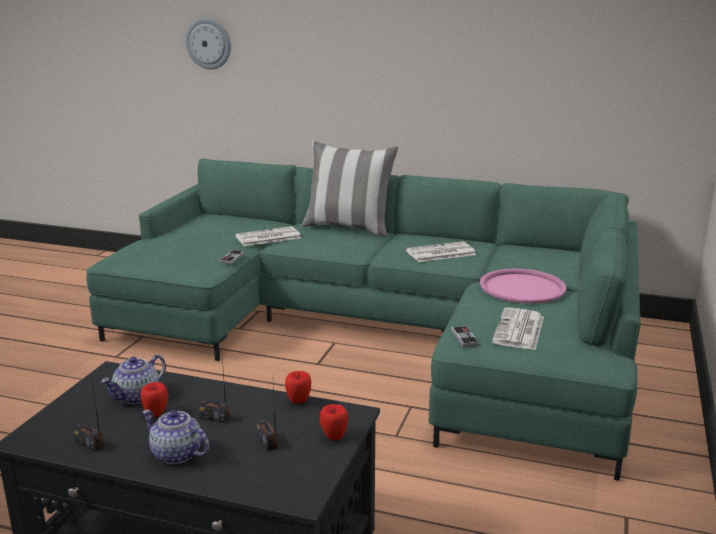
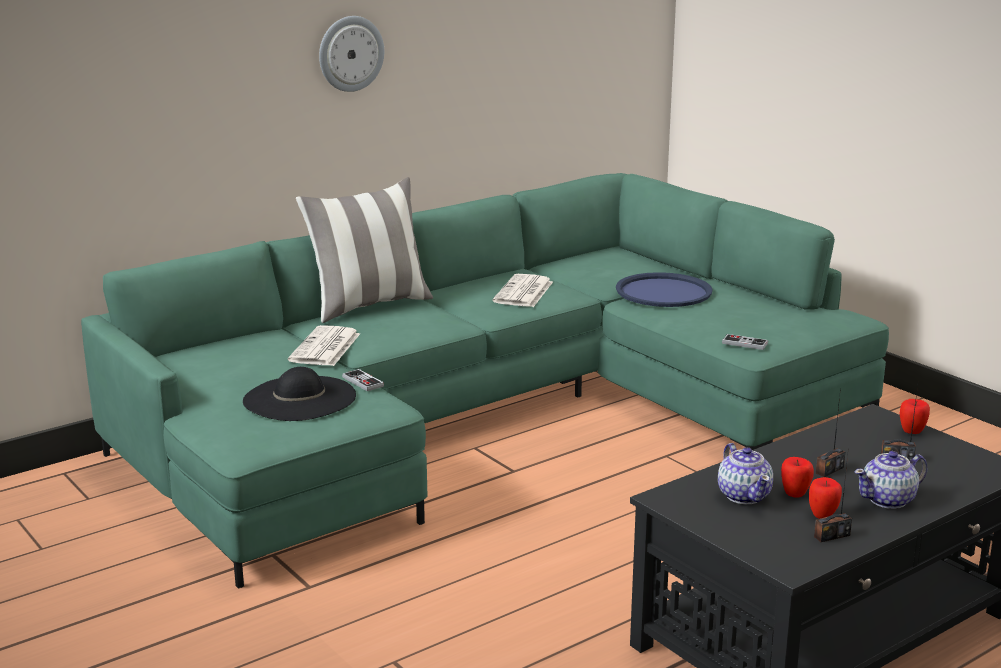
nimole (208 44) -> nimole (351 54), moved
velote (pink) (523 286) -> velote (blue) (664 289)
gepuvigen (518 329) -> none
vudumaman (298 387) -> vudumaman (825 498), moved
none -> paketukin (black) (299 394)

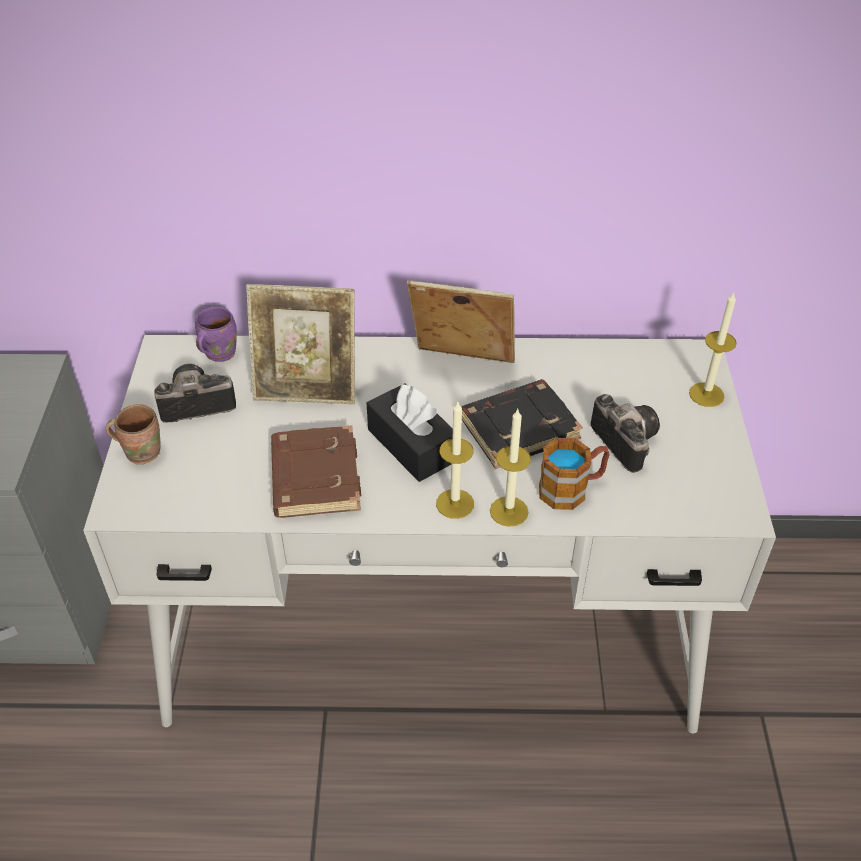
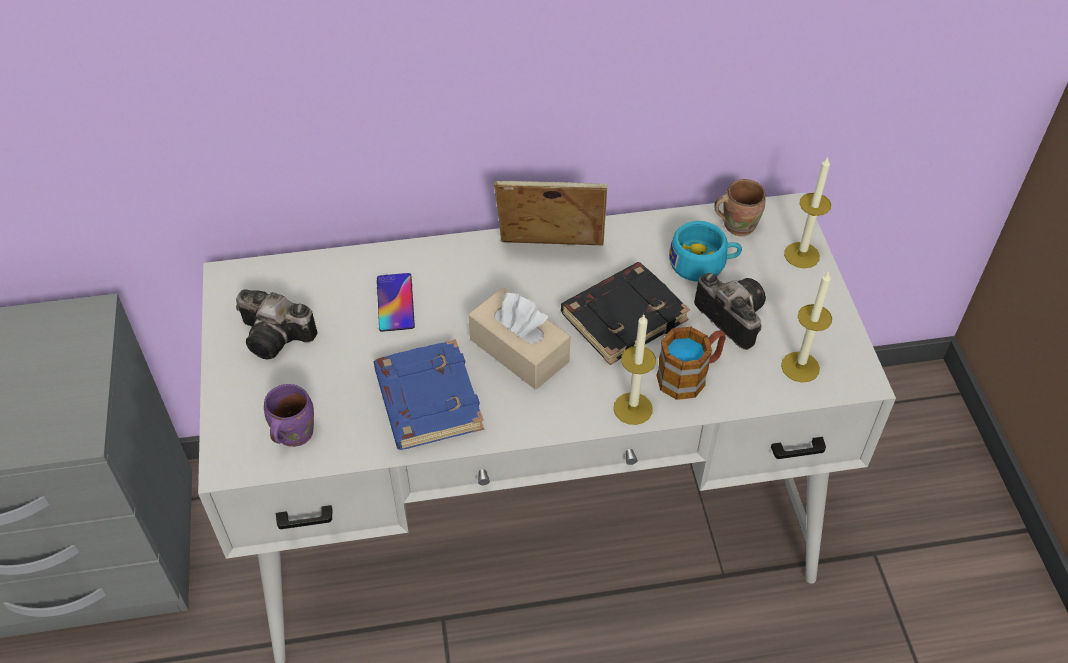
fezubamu (300 344) -> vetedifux (396 302)
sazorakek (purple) (216 334) -> sazorakek (purple) (289 415), moved
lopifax (195 393) -> lopifax (276 324), 135 degrees counterclockwise
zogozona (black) (409 432) -> zogozona (beige) (519 338)
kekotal (455 460) -> kekotal (806 326), moved
sazorakek (brown) (133 434) -> sazorakek (brown) (740 207), moved
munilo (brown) (316 471) -> munilo (blue) (429 394)
none -> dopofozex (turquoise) (705 251)

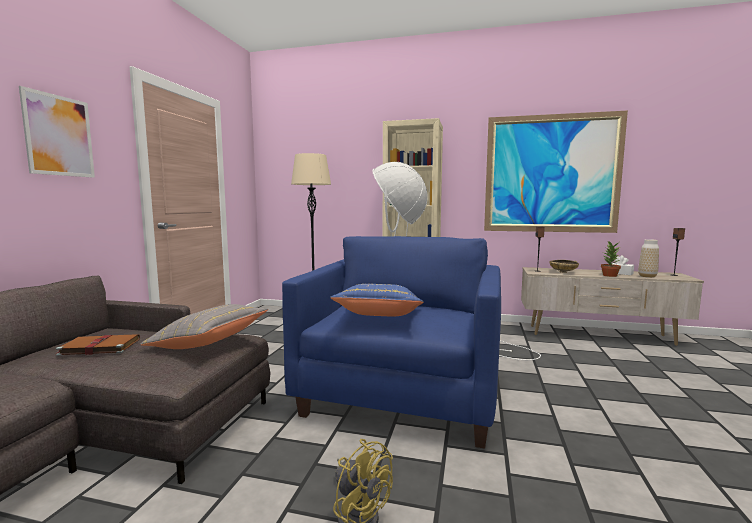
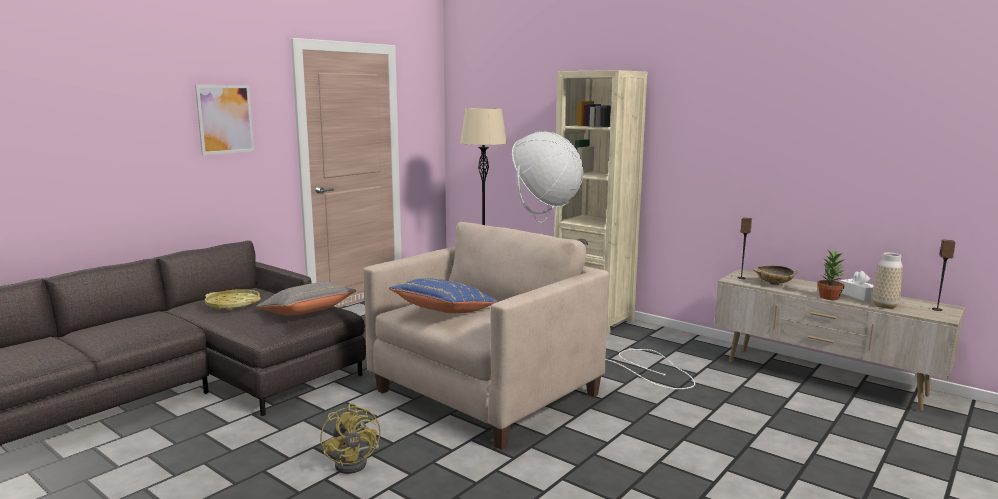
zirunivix (556 171) -> none
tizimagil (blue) (391 342) -> tizimagil (beige) (486 336)
munilo (brown) (98 345) -> velote (yellow) (233 299)

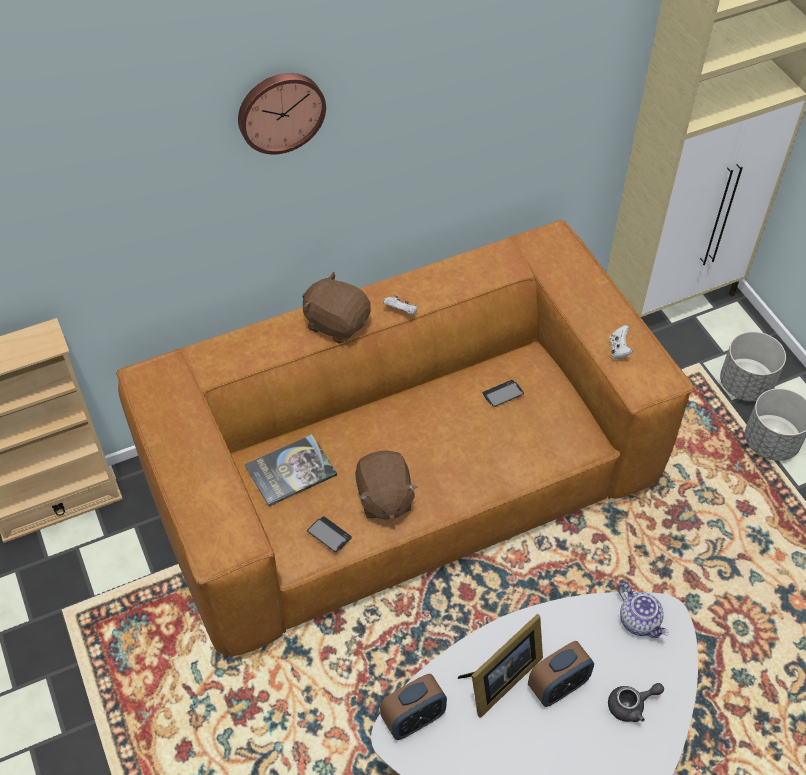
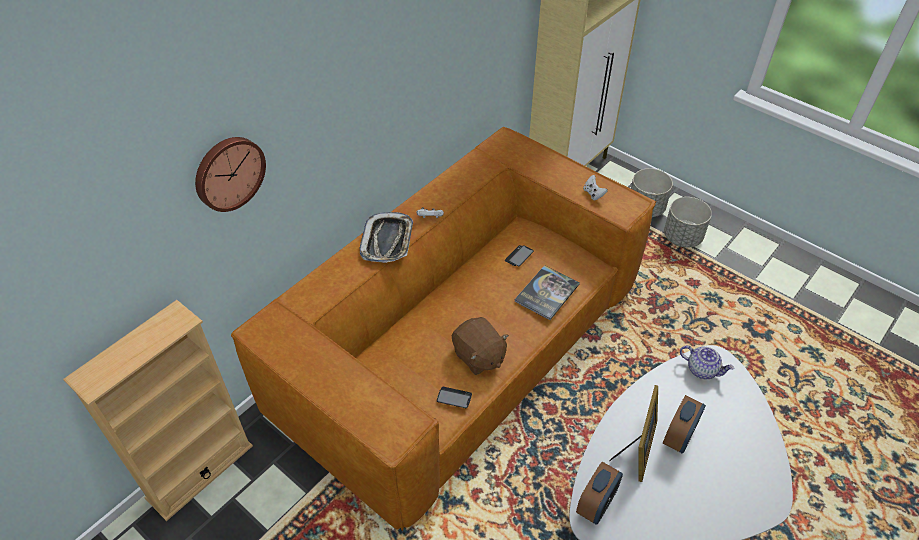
nimole (282 114) -> nimole (230 174), moved
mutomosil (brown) (337 307) -> velote (386 237)
munilo (291 470) -> munilo (547 292), moved
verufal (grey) (636 702) -> none

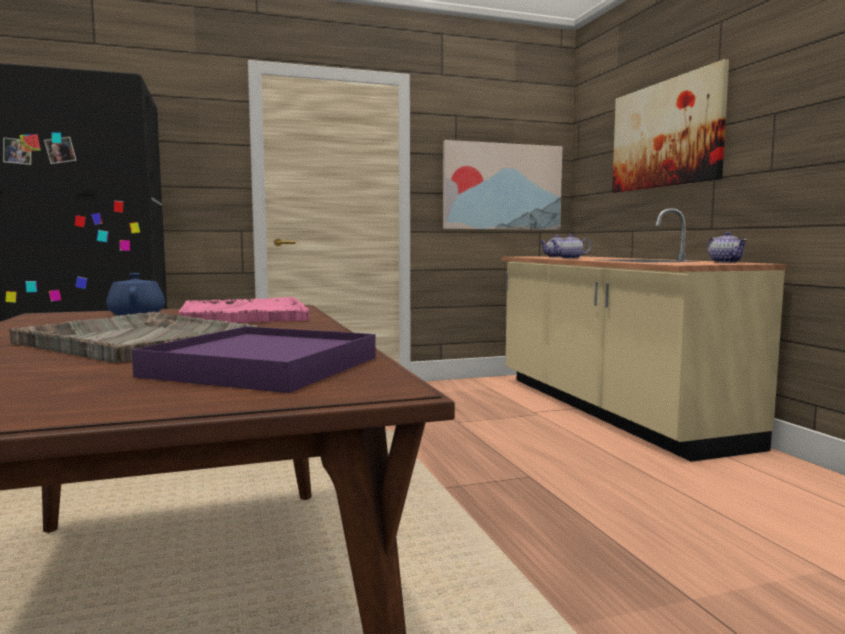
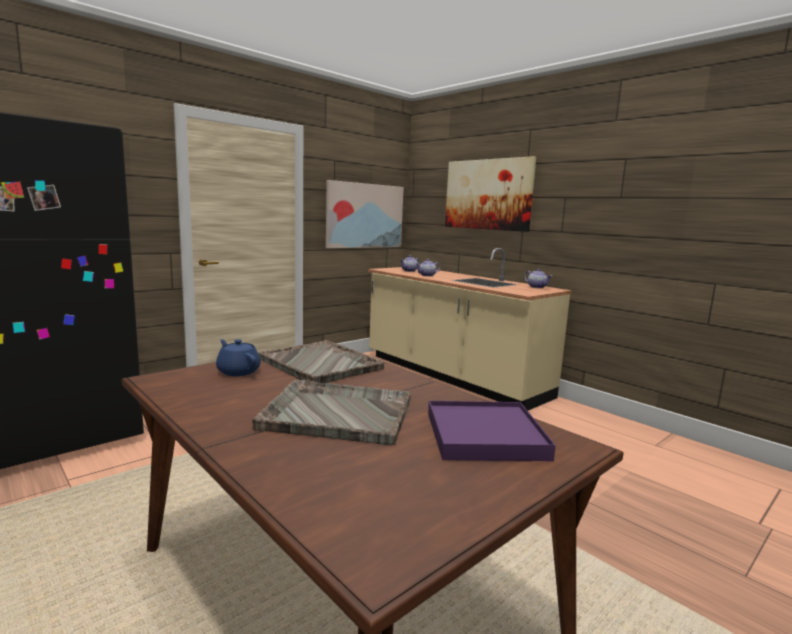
velote (pink) (244 310) -> velote (grey) (321 361)

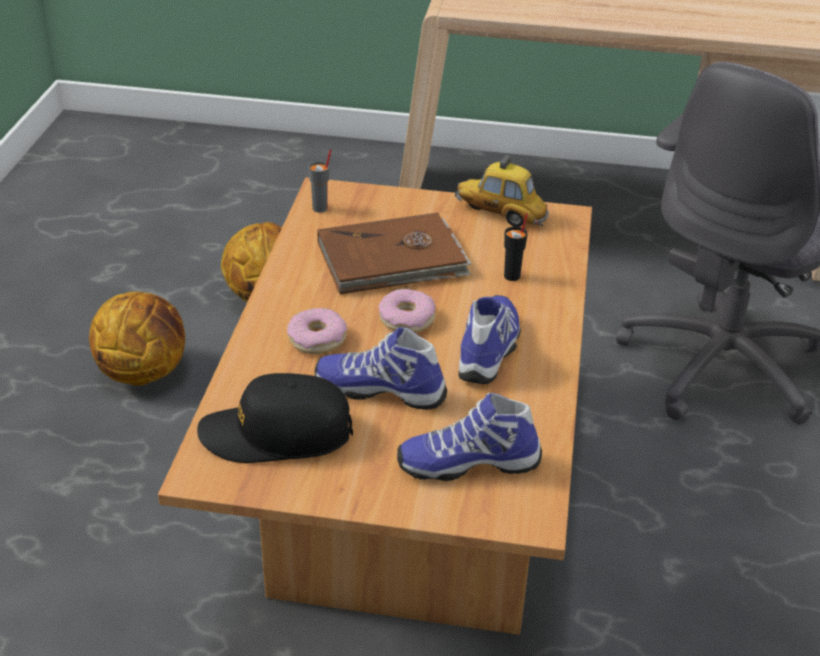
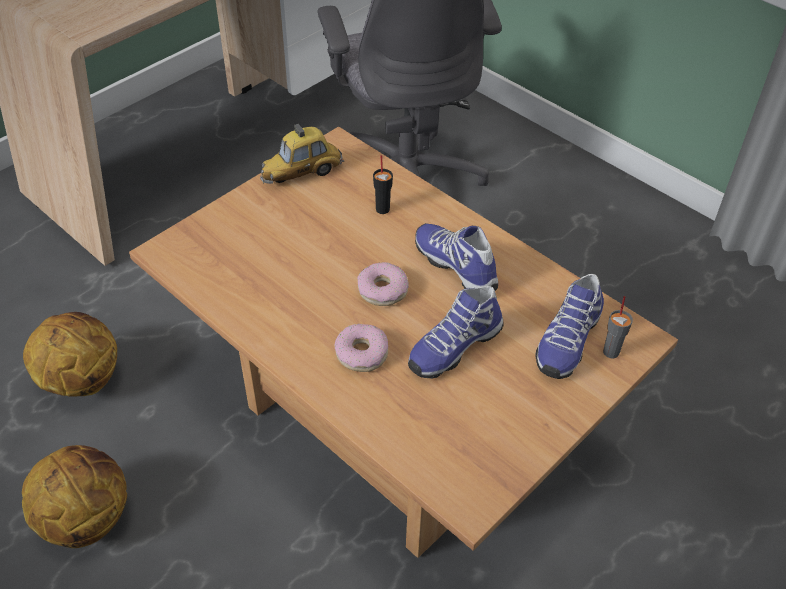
dopofozex (grey) (320 181) -> dopofozex (grey) (618 327), moved
munilo (brown) (394 253) -> none
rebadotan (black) (275 418) -> none

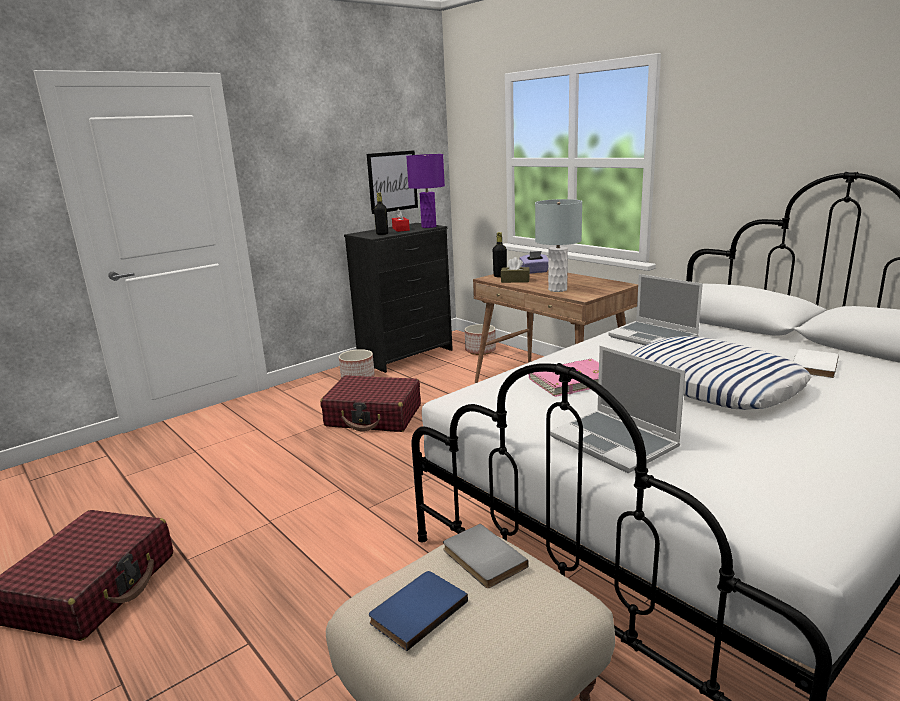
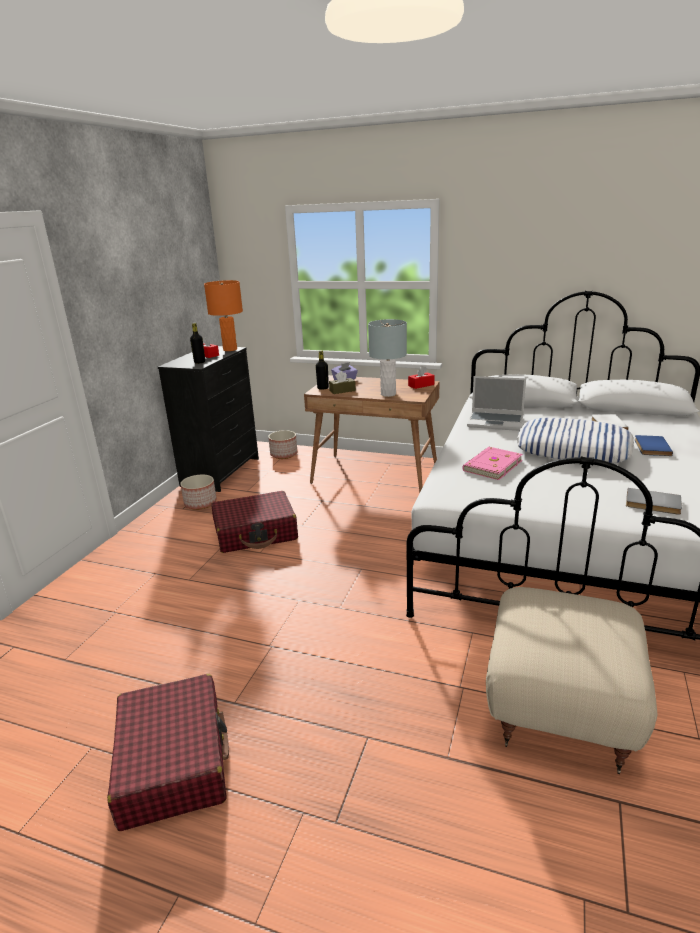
zirunivix (392 182) -> none
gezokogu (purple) (425 191) -> gezokogu (orange) (223 315)
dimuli (617 409) -> none
munilo (grey) (486 556) -> munilo (grey) (654 501), moved
munilo (blue) (418 611) -> munilo (blue) (654 445), moved
none -> zogozona (red) (421 377)

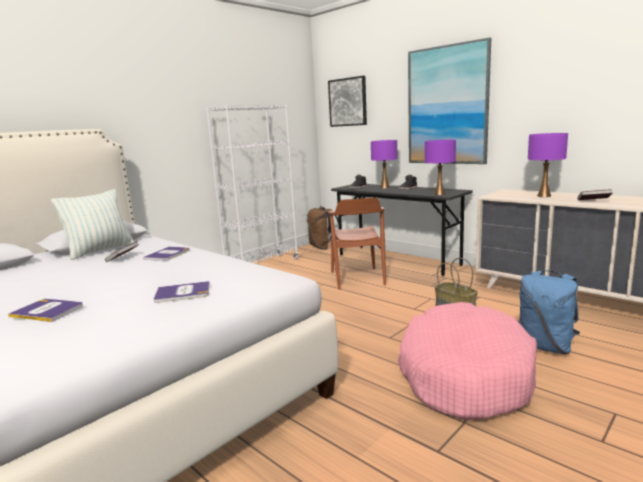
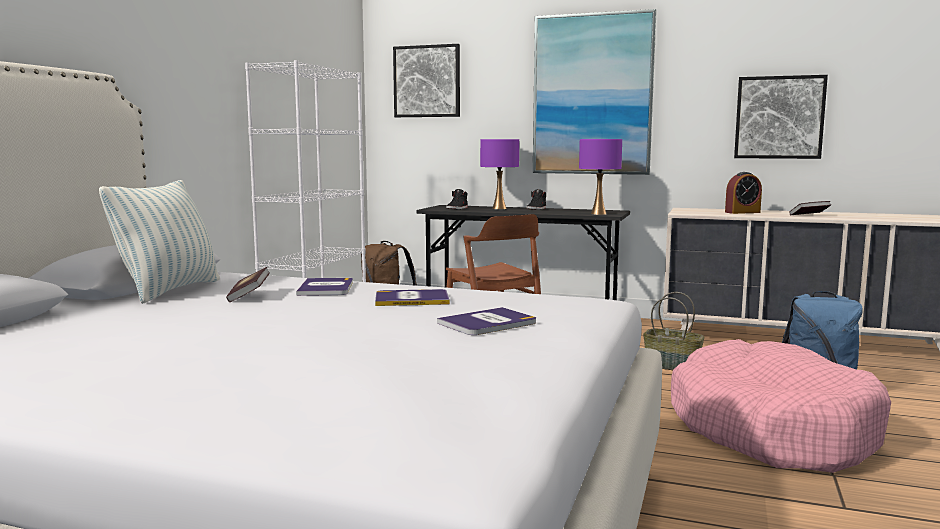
gezokogu (purple) (548 165) -> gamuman (743 193)
munilo (45 310) -> munilo (412 297), moved
none -> zirunivix (781 117)

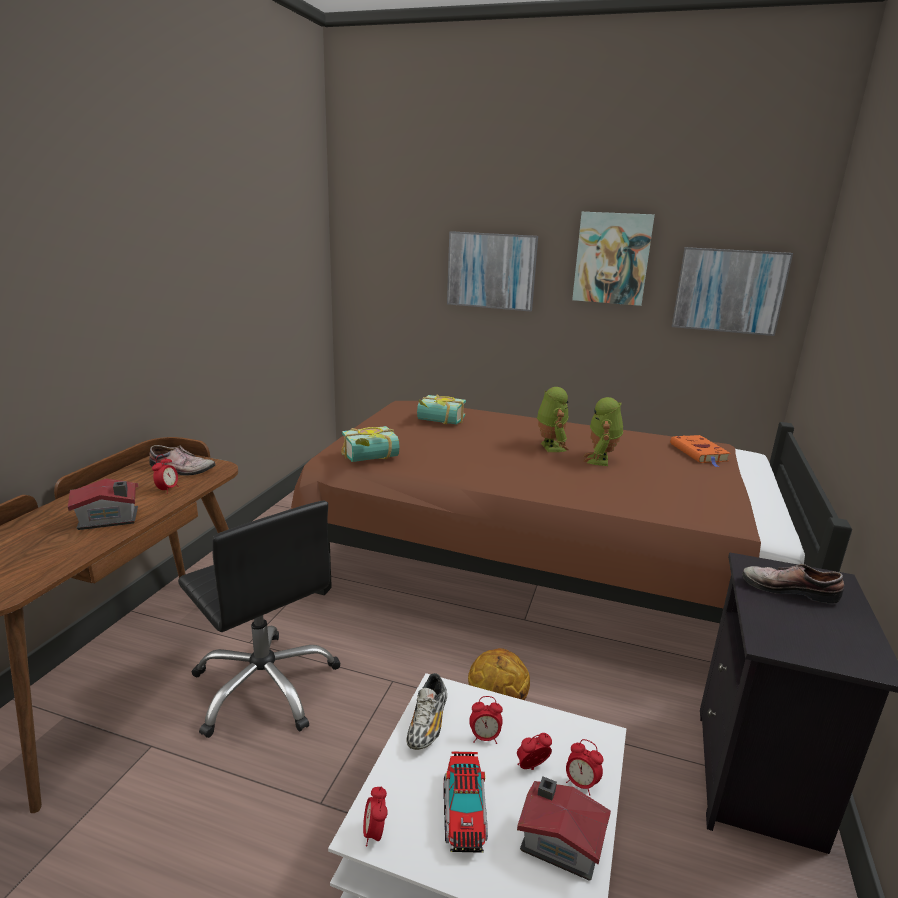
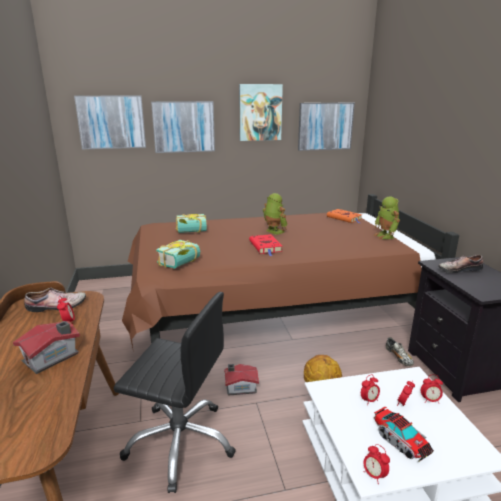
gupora (603 431) -> gupora (387 217), moved
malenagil (426 711) -> malenagil (400 351), moved
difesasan (564 829) -> difesasan (241 380), moved
none -> zirunivix (110 122)
none -> munilo (red) (265 245)

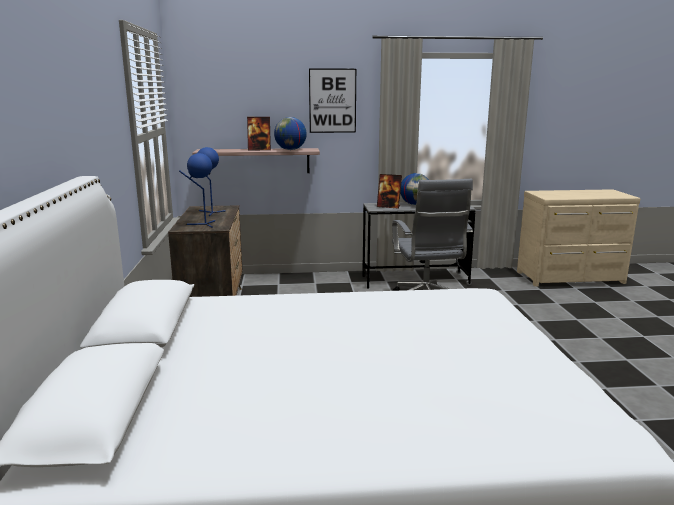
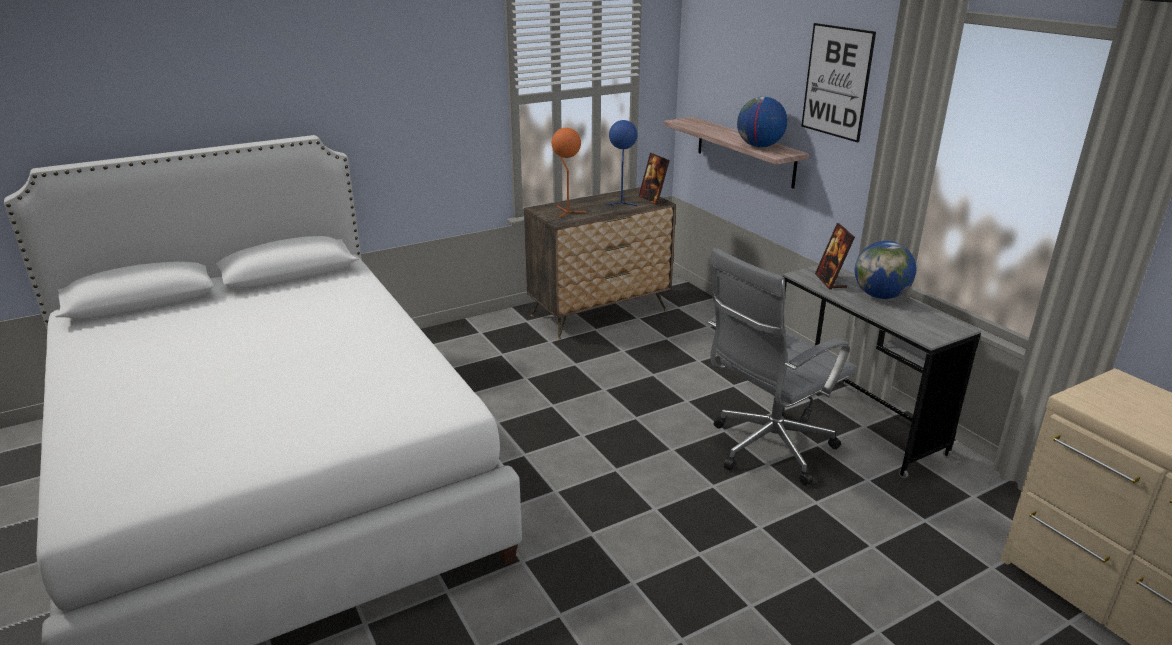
fezubamu (259 133) -> fezubamu (654 179), moved
gezokogu (blue) (197 190) -> gezokogu (orange) (569 173)

